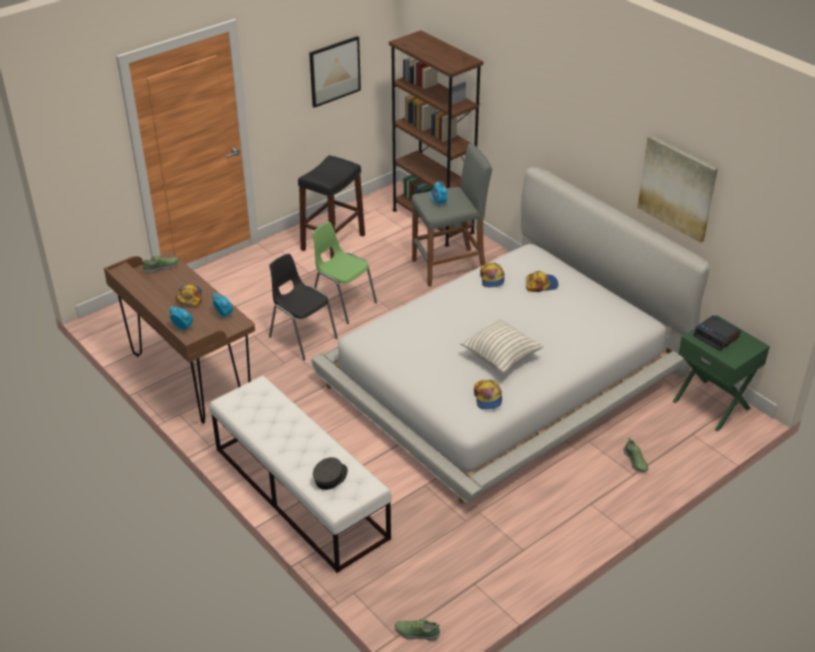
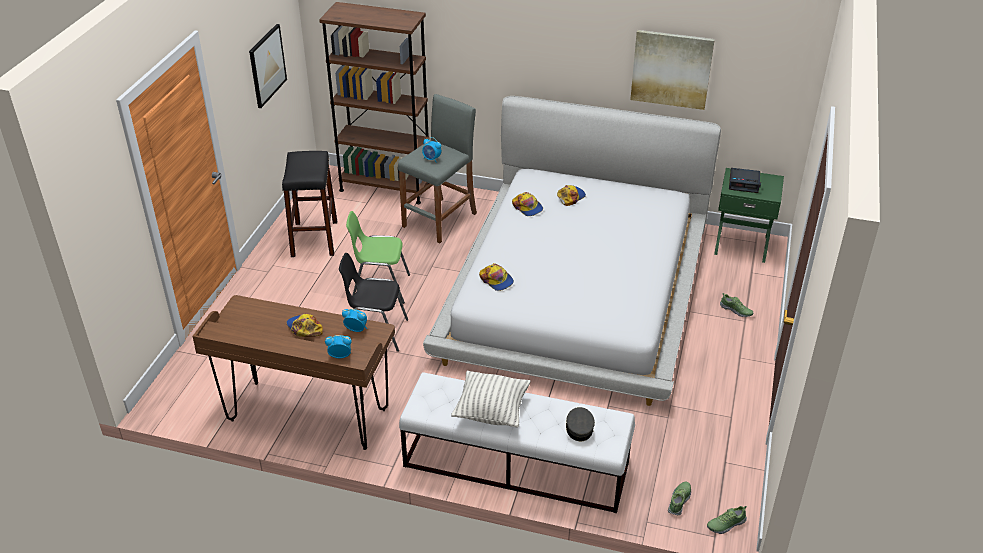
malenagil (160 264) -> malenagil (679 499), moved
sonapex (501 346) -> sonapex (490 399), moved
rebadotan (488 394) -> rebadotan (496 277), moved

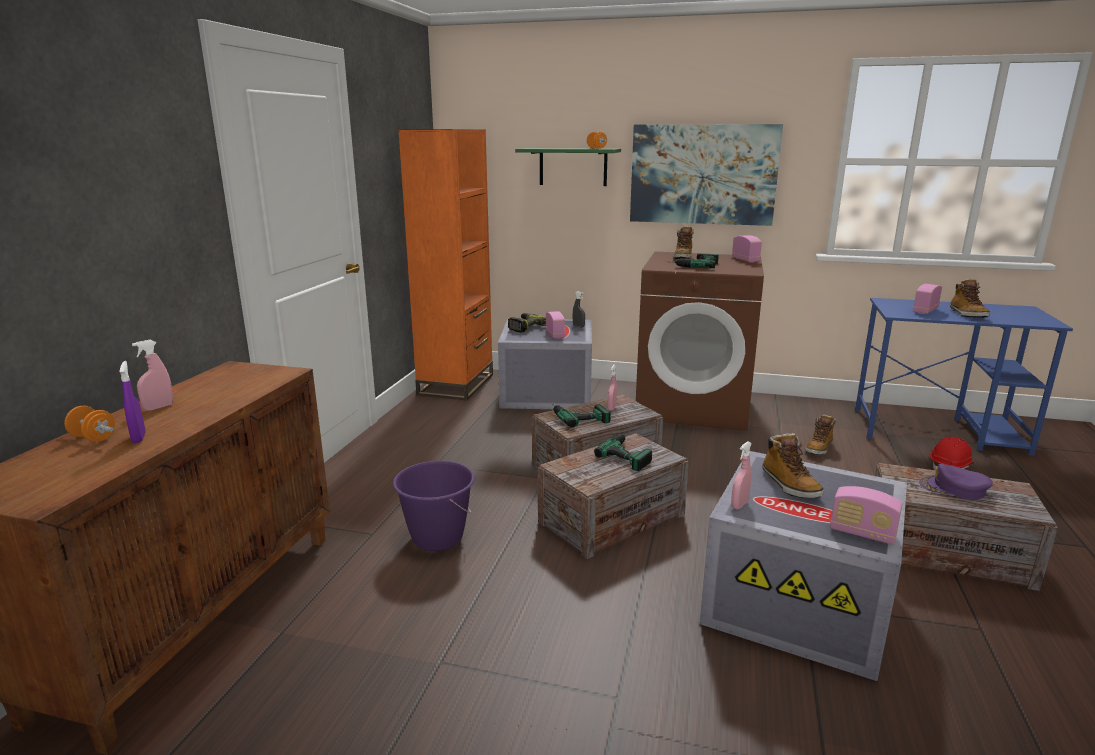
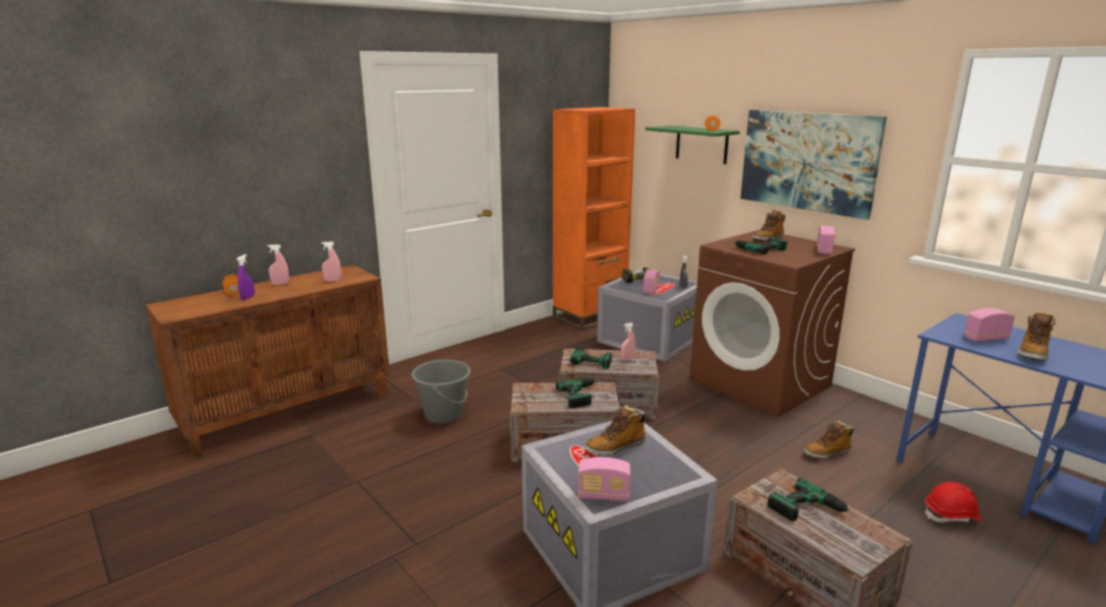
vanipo (793 465) -> vanipo (615 430), 45 degrees clockwise
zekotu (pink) (741 475) -> zekotu (pink) (331 261), moved
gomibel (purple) (434 506) -> gomibel (grey) (441 392)
rebadotan (purple) (956 482) -> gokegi (813 499)
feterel (866 515) -> feterel (604 479), 60 degrees counterclockwise

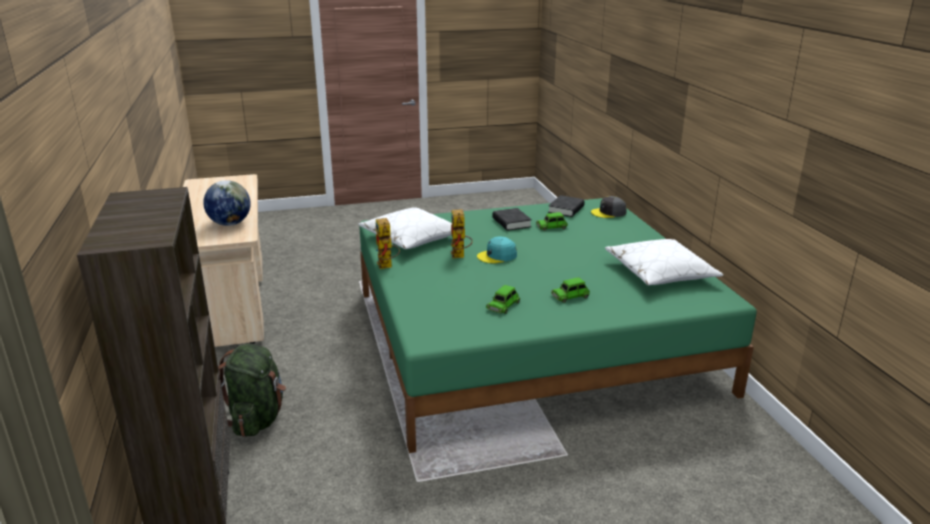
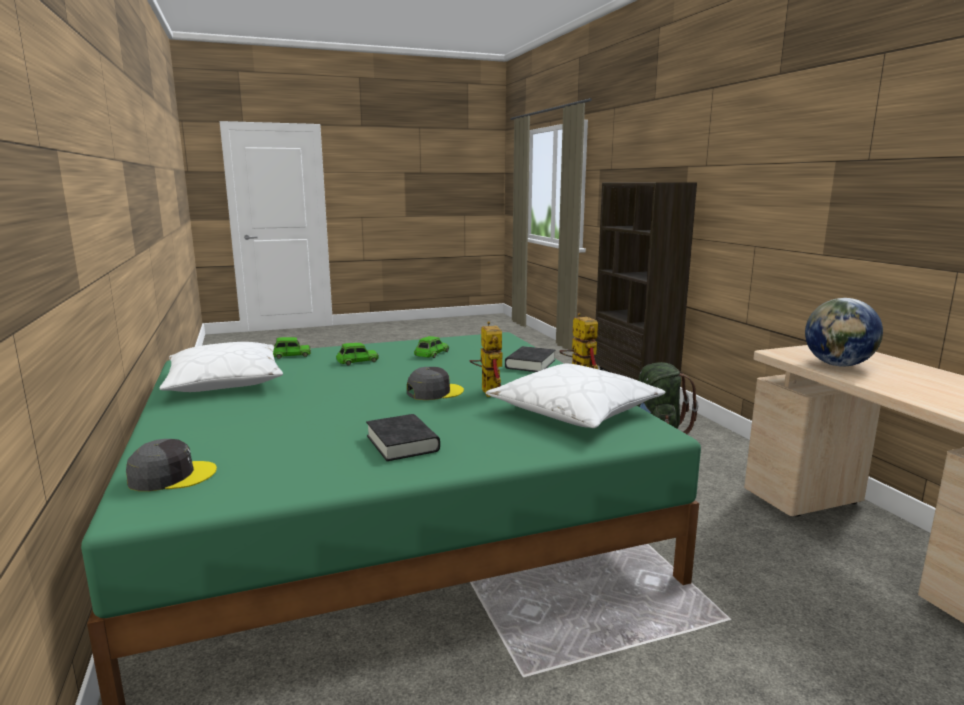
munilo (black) (566 206) -> munilo (black) (530 359), moved
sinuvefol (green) (552 221) -> sinuvefol (green) (292 348), moved
rebadotan (turquoise) (497 250) -> rebadotan (grey) (435 383)

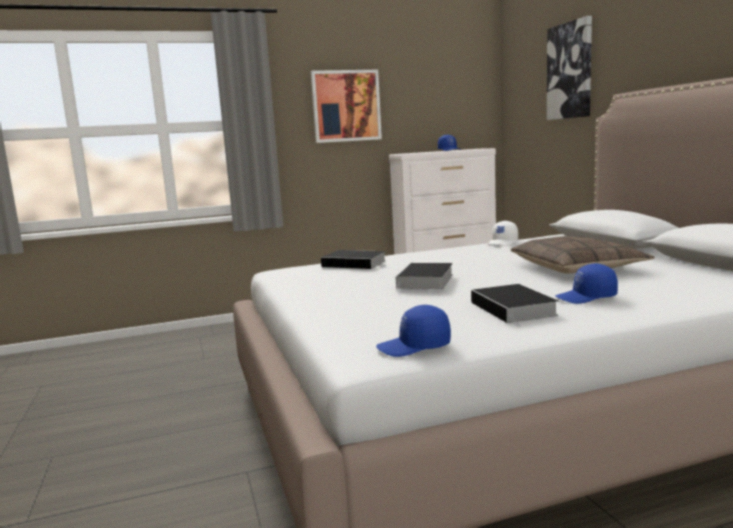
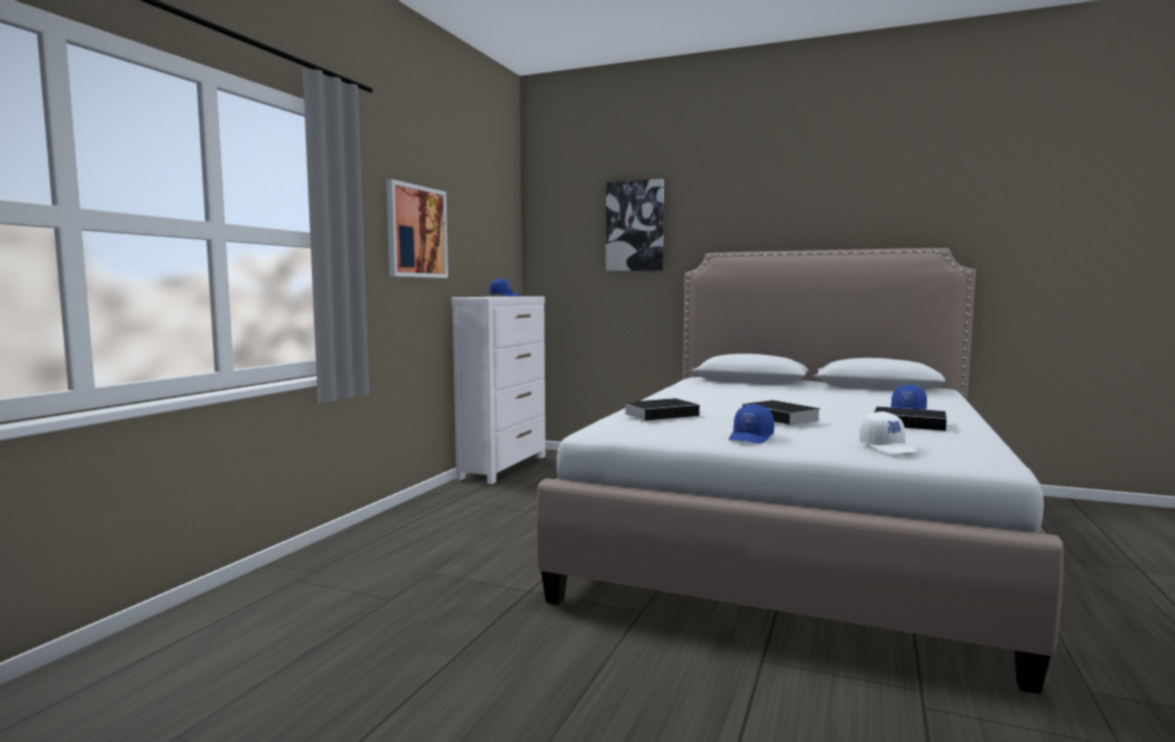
rebadotan (white) (503 233) -> rebadotan (white) (888 432), moved
sonapex (583 254) -> none
rebadotan (blue) (413 331) -> rebadotan (blue) (751 424), moved

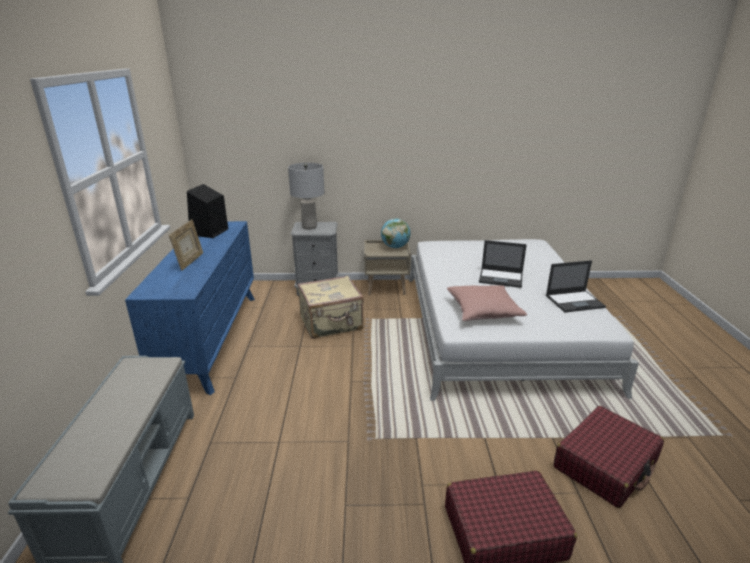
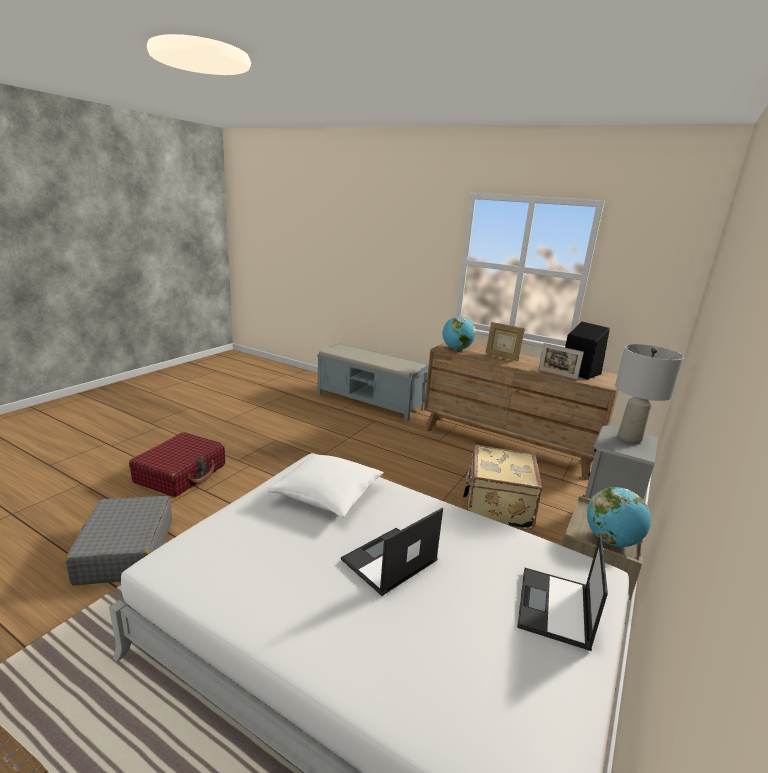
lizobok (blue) (190 308) -> lizobok (brown) (521 411)
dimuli (576 286) -> dimuli (562 593), moved
sonapex (pink) (487 303) -> sonapex (white) (325 486)
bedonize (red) (609 457) -> bedonize (grey) (119 540)
none -> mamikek (459 333)
none -> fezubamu (561 361)

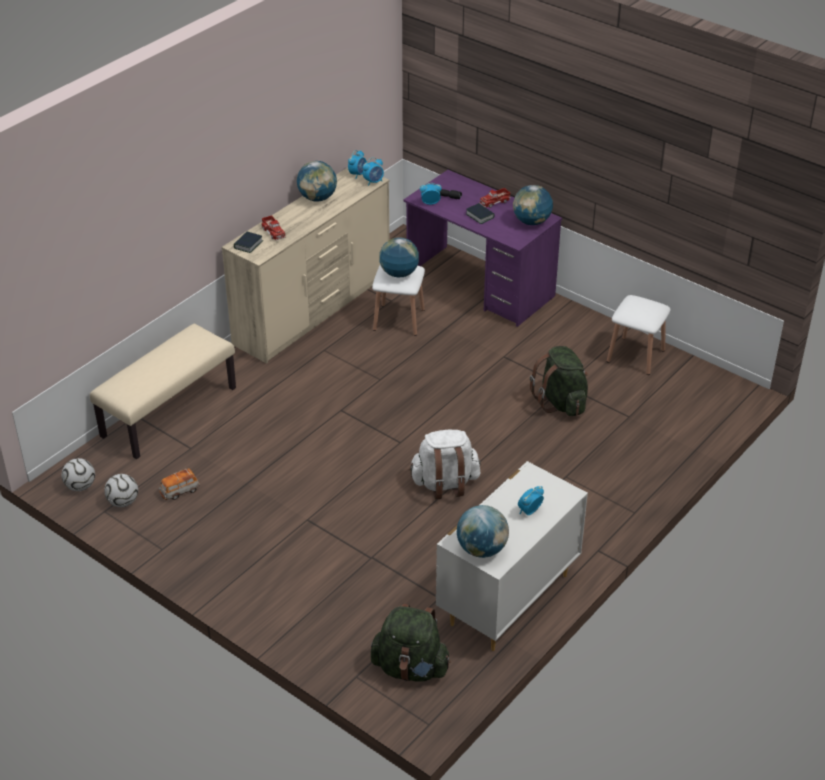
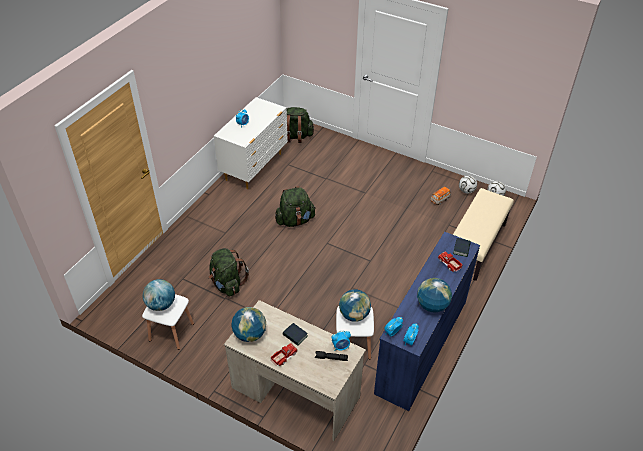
lizobok (beige) (305 266) -> lizobok (blue) (427 321)
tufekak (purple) (482 248) -> tufekak (beige) (295 370)
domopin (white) (445 464) -> domopin (green) (295 206)
mamikek (483 531) -> mamikek (159 295), moved

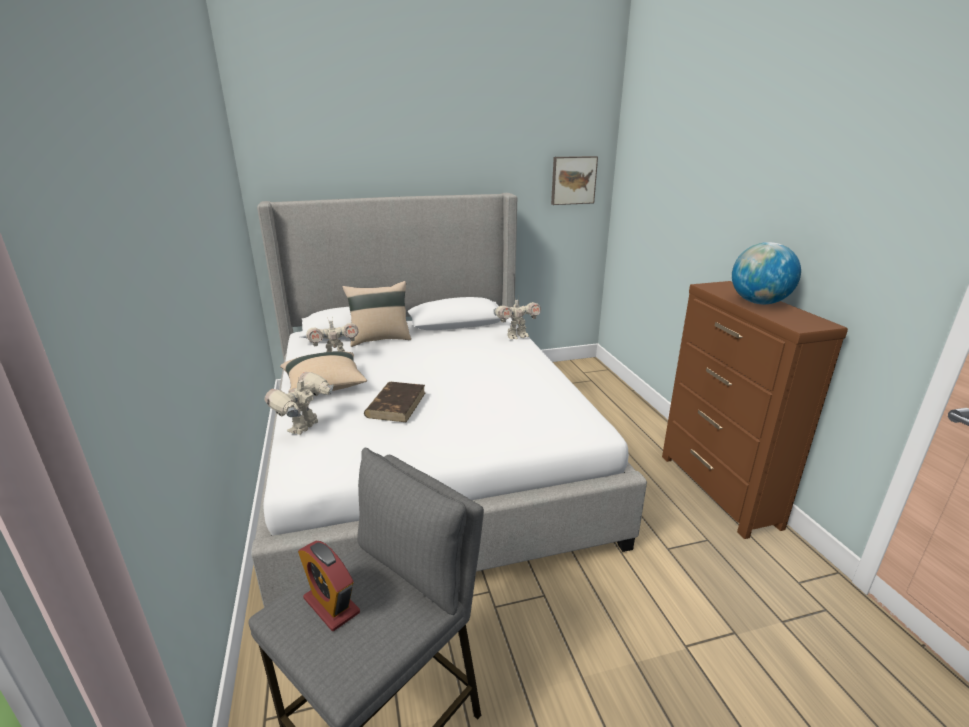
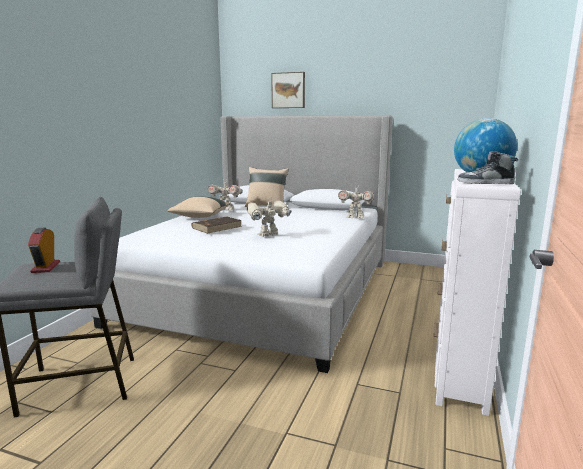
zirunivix (574 180) -> zirunivix (288 90), moved
lizobok (brown) (755 410) -> lizobok (white) (477 292)
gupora (299 403) -> gupora (269 217), moved
none -> malenagil (488 167)

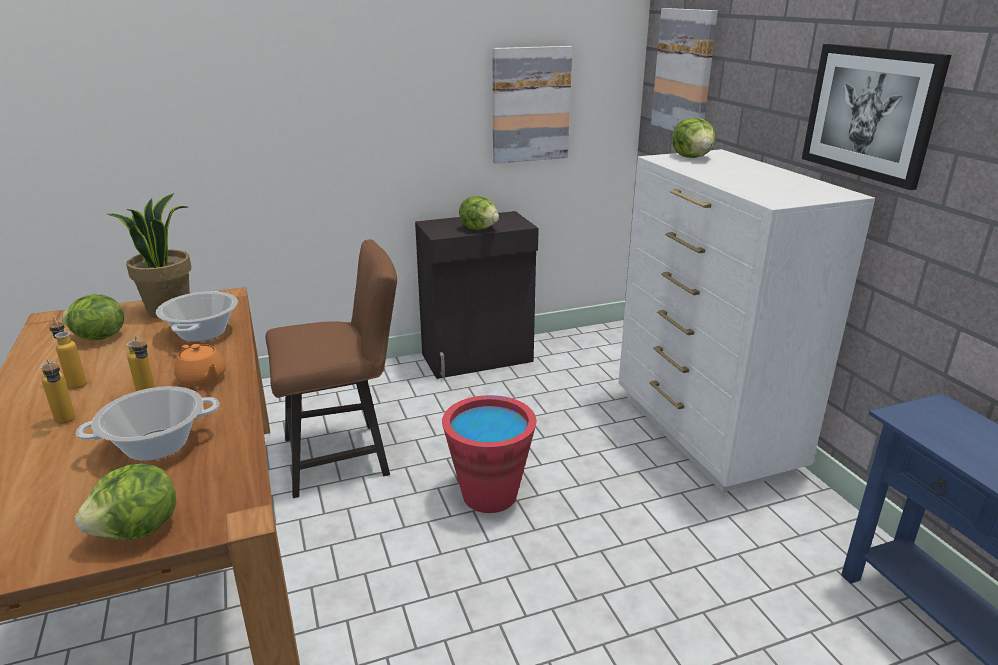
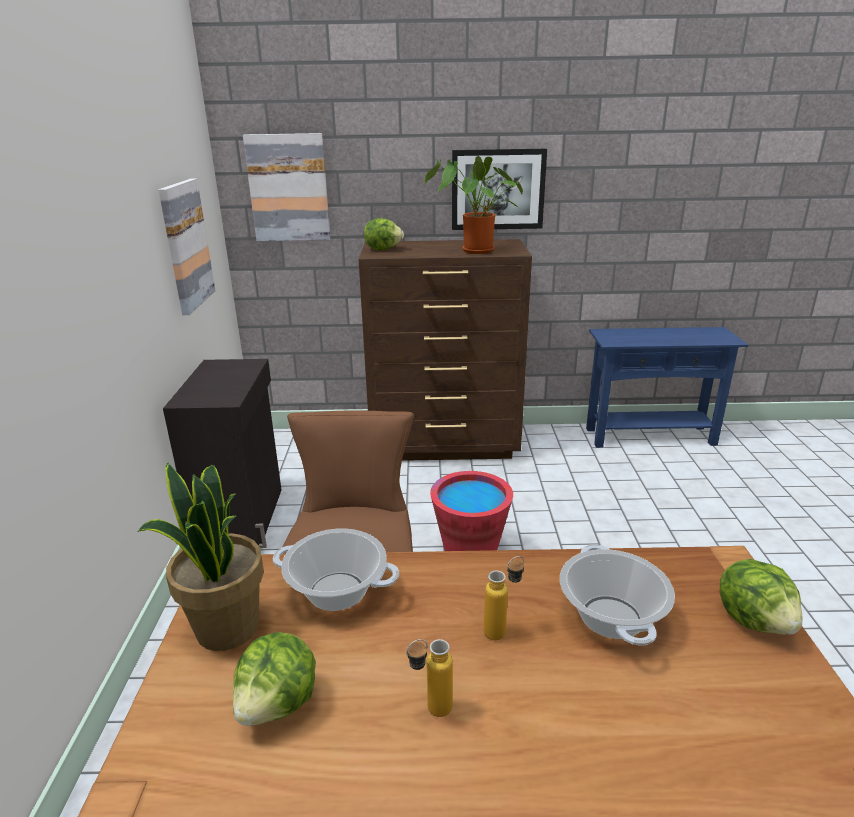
lizobok (white) (746 320) -> lizobok (brown) (445 350)
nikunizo (479 213) -> none
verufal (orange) (200 365) -> none
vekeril (58 391) -> none
none -> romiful (474 205)

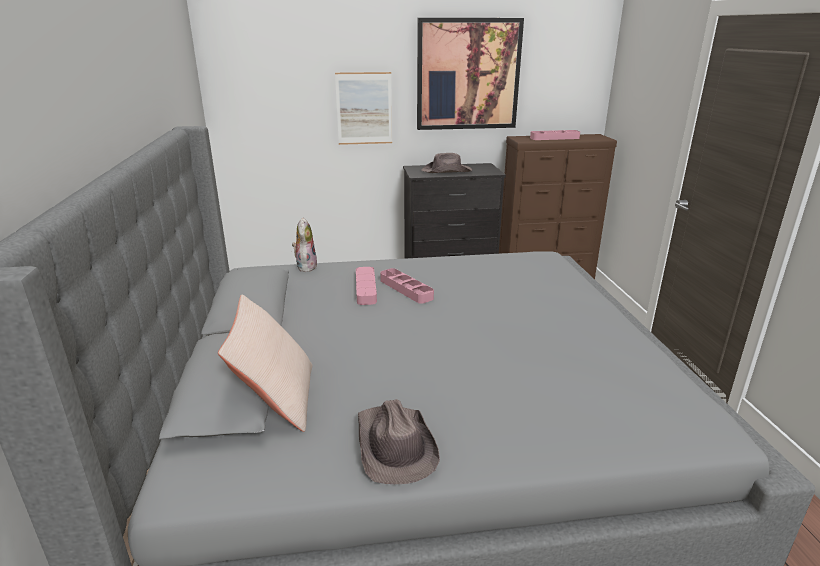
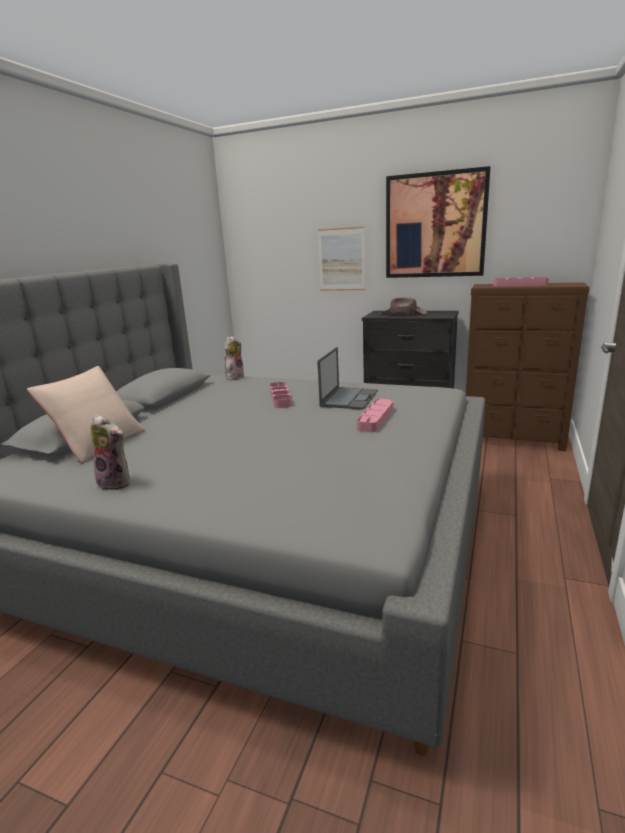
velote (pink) (366 286) -> velote (pink) (375 415), moved
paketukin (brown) (399 441) -> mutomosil (110 452)
none -> dimuli (347 378)

